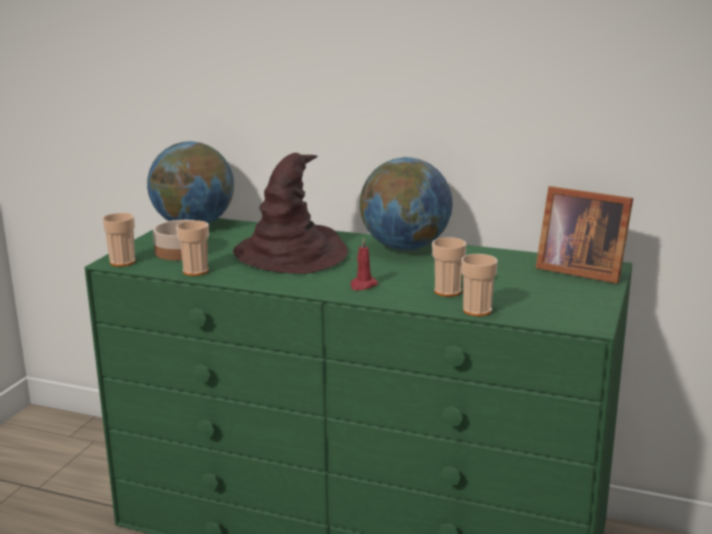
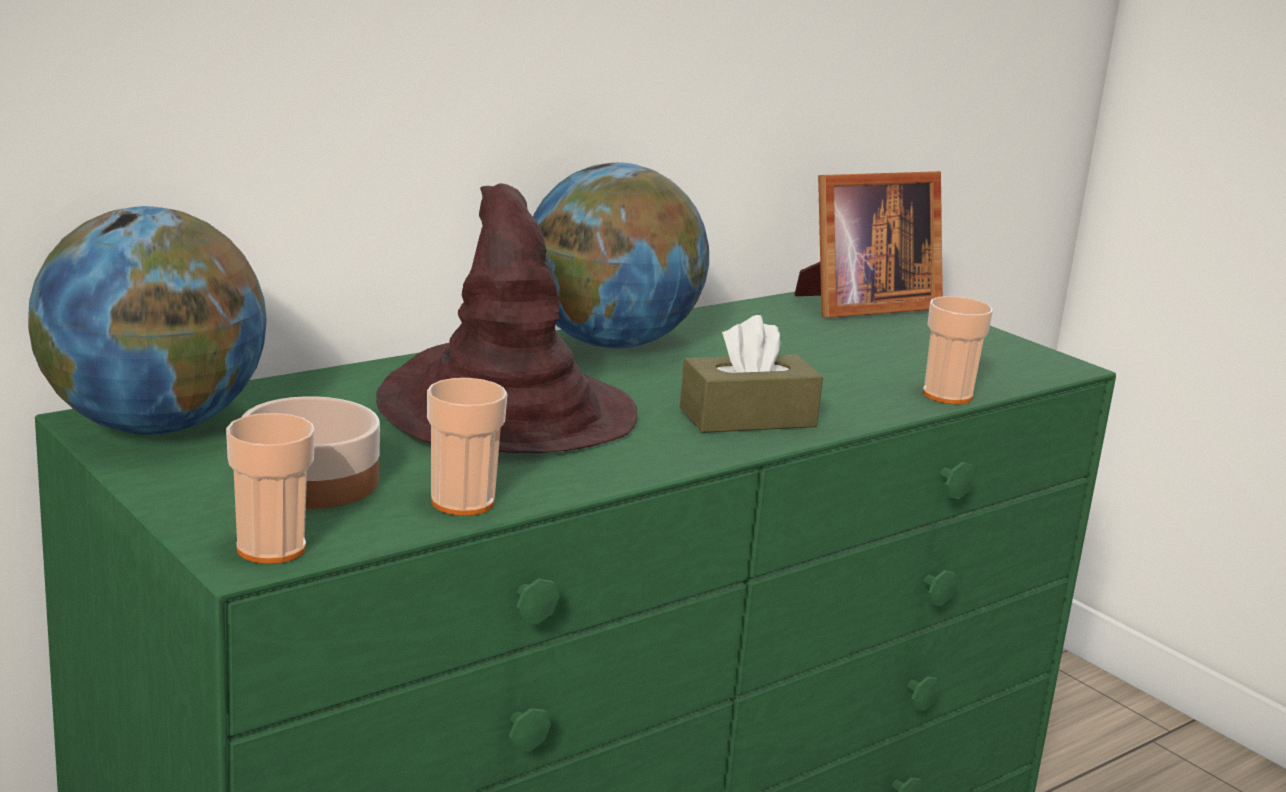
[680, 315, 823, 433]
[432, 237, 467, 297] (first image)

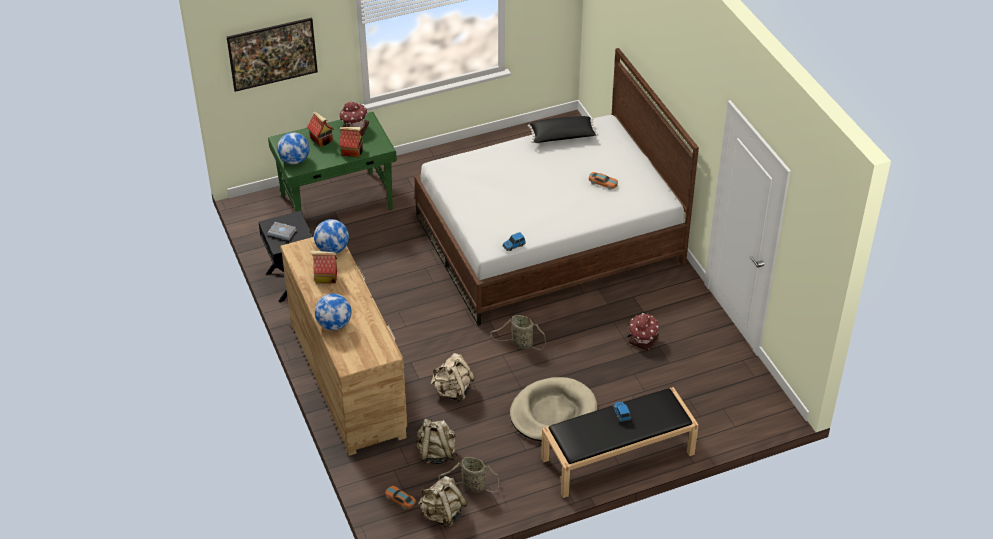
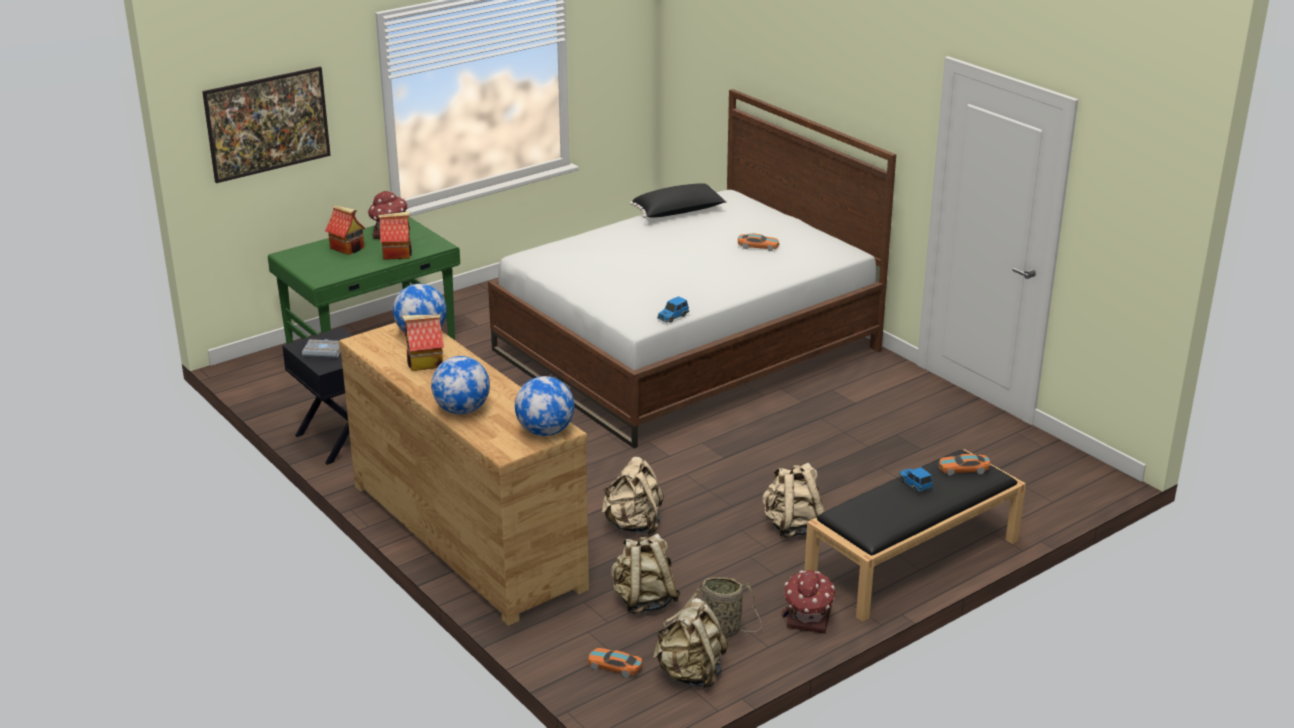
[515, 376, 574, 436]
[491, 315, 545, 350] (first image)
[762, 463, 825, 538]
[781, 570, 835, 633]
[939, 454, 990, 476]

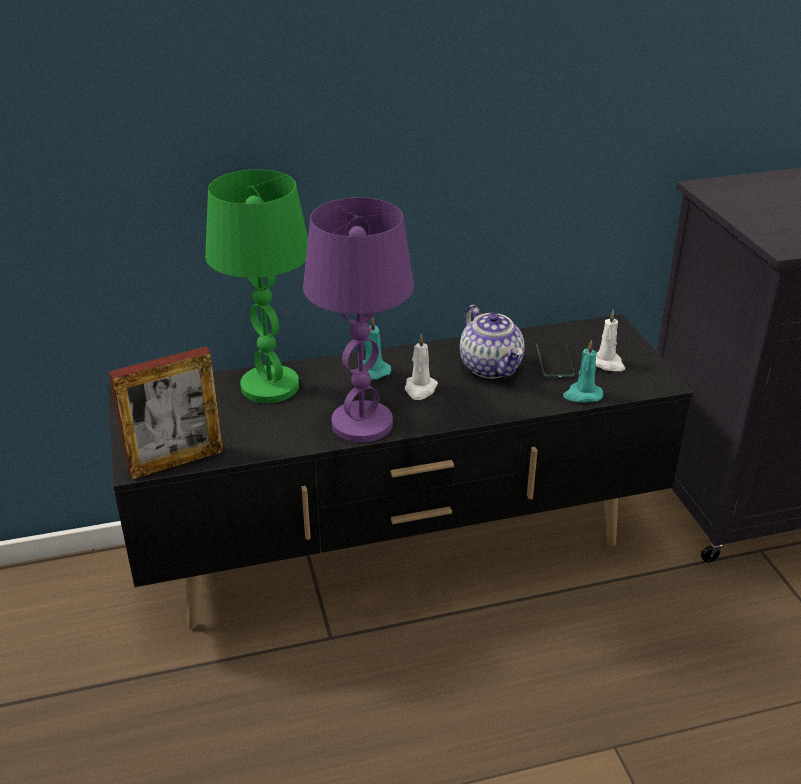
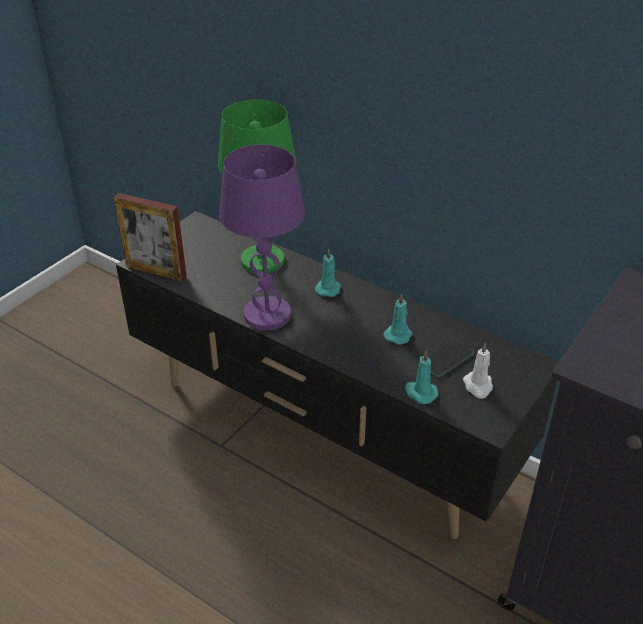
[405, 334, 438, 400] (first image)
[384, 294, 413, 345]

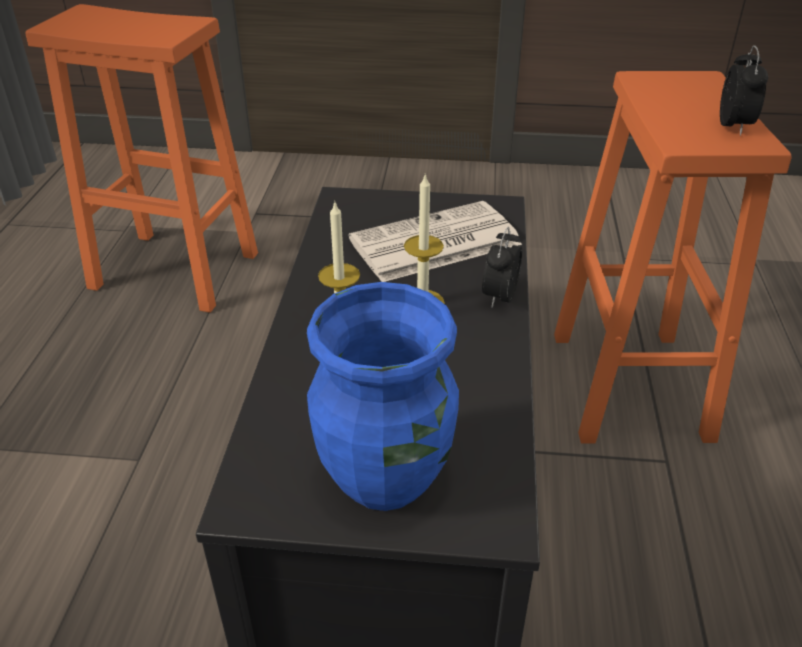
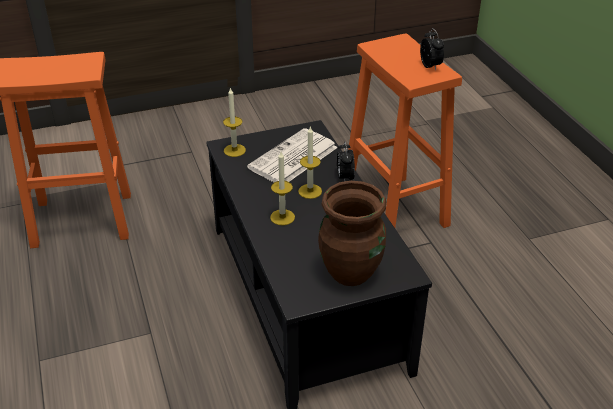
[318, 181, 386, 286]
[223, 87, 246, 157]

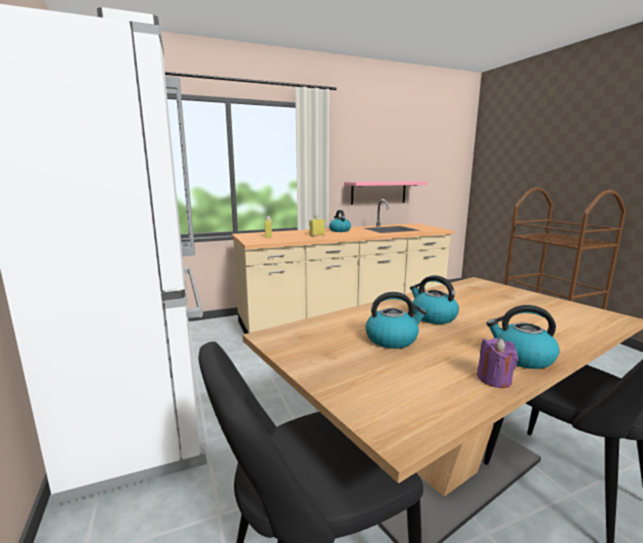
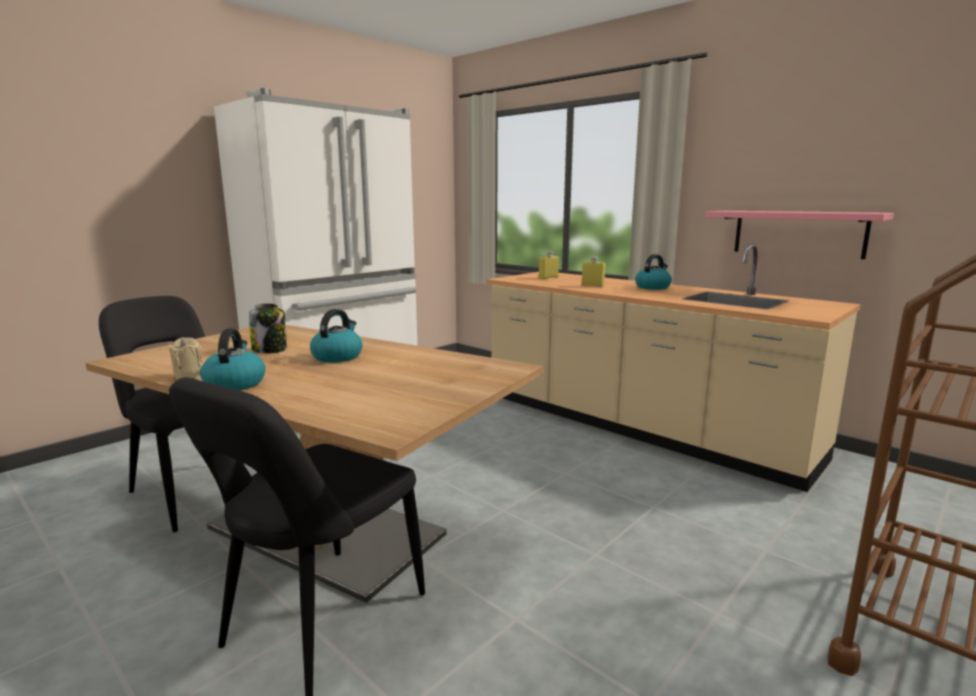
[249, 303, 287, 353]
[169, 337, 203, 380]

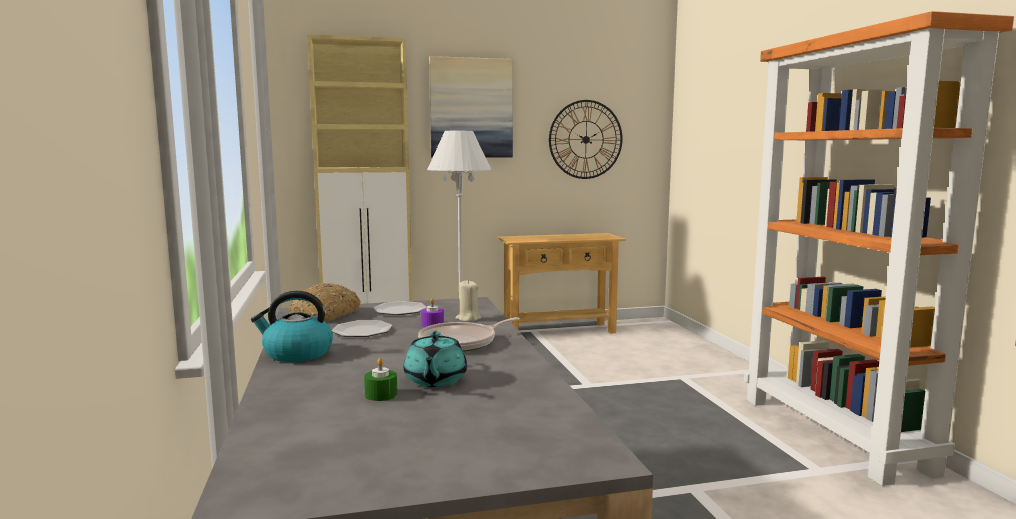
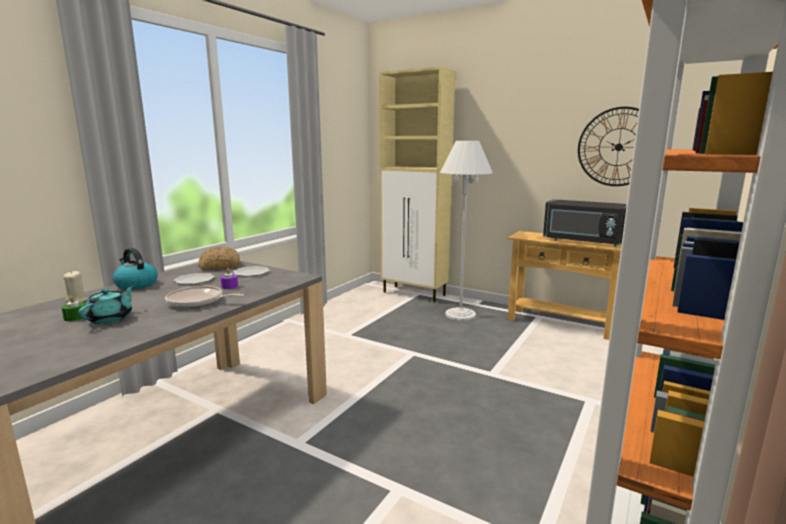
[78, 285, 134, 324]
[429, 56, 513, 158] (first image)
[64, 271, 87, 303]
[543, 199, 627, 247]

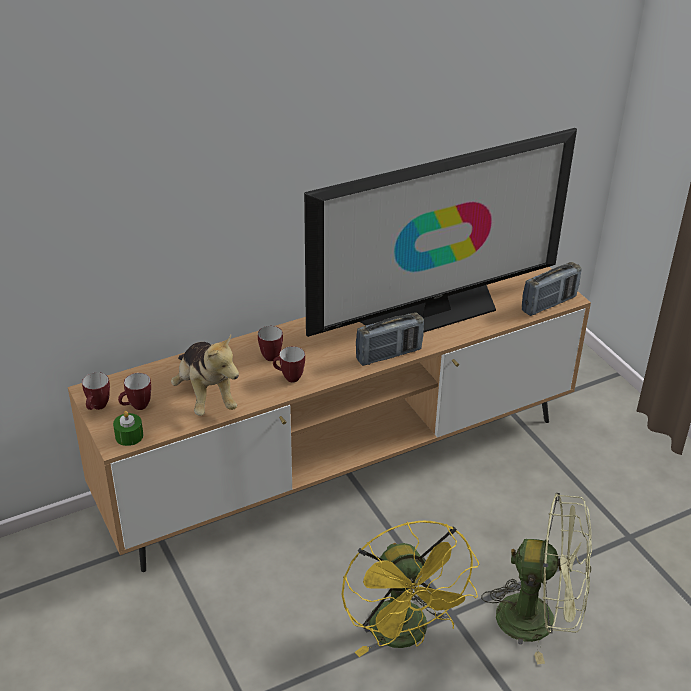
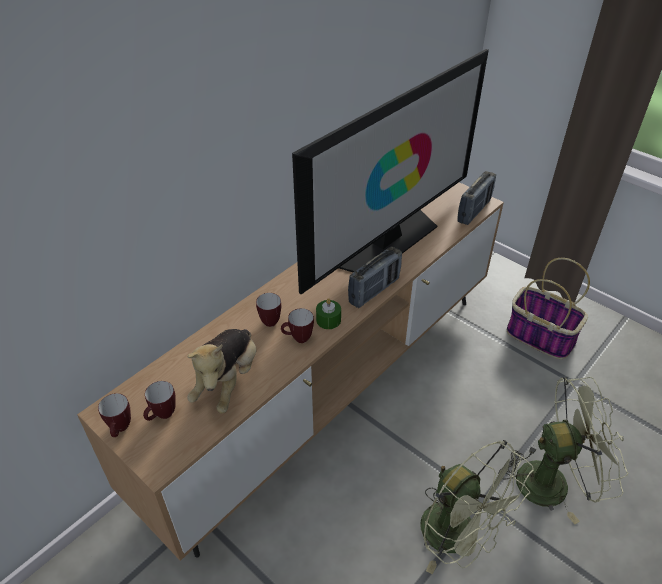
[316, 298, 341, 329]
[187, 329, 256, 413]
[420, 440, 534, 575]
[507, 258, 590, 359]

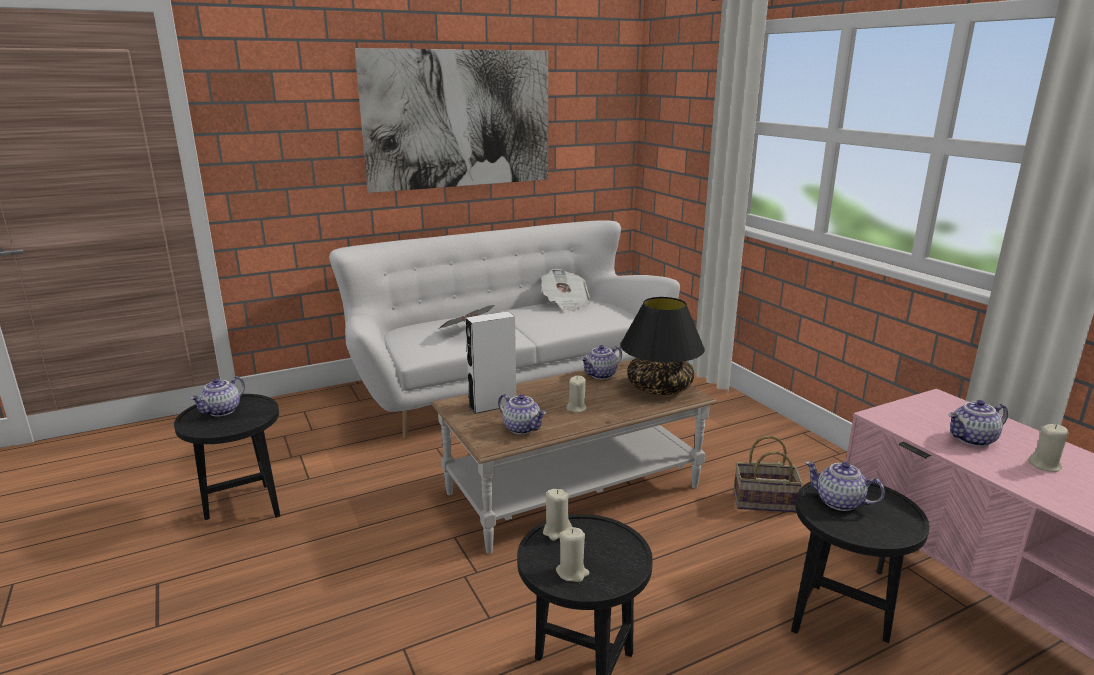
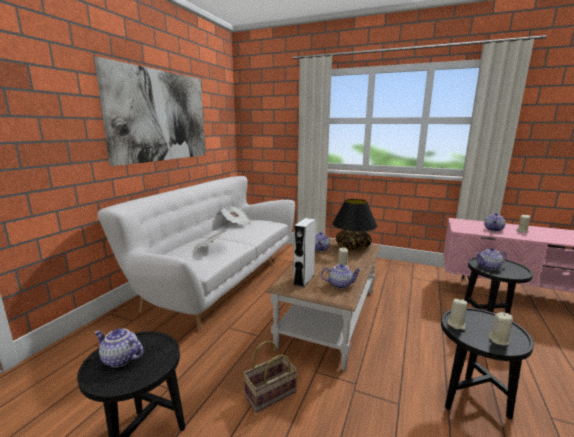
[94, 328, 143, 367]
[243, 341, 297, 413]

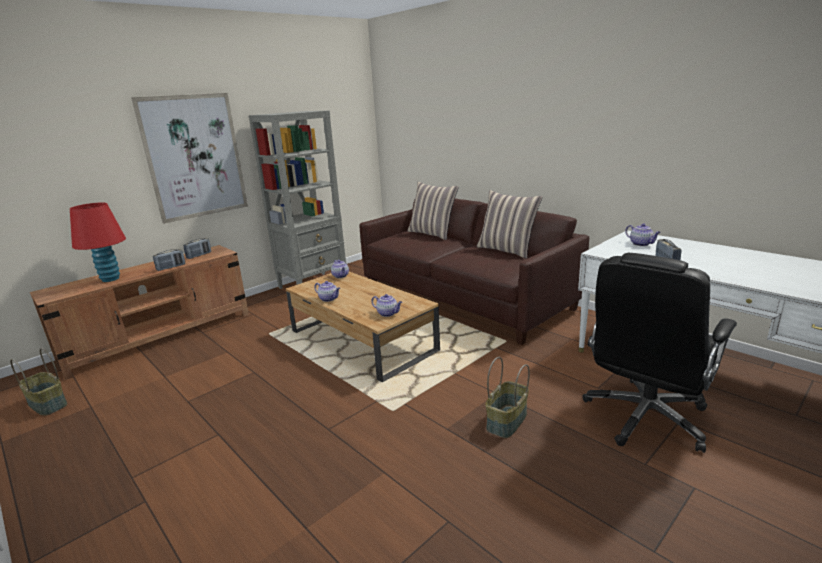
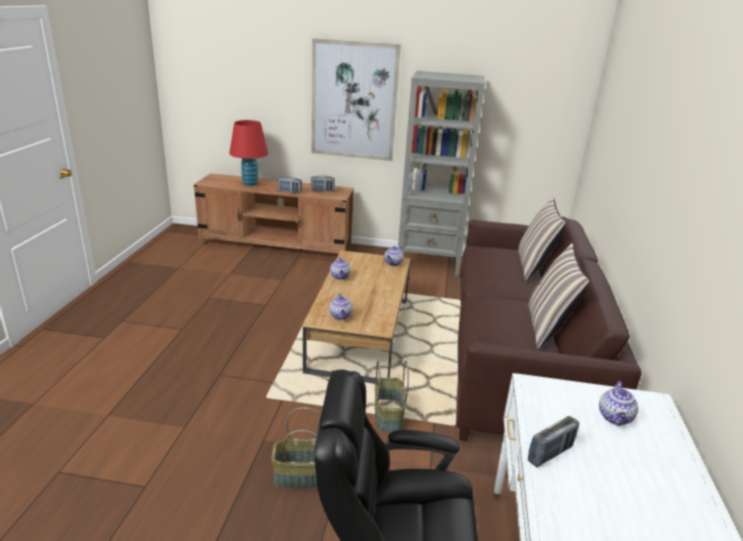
[375, 360, 409, 433]

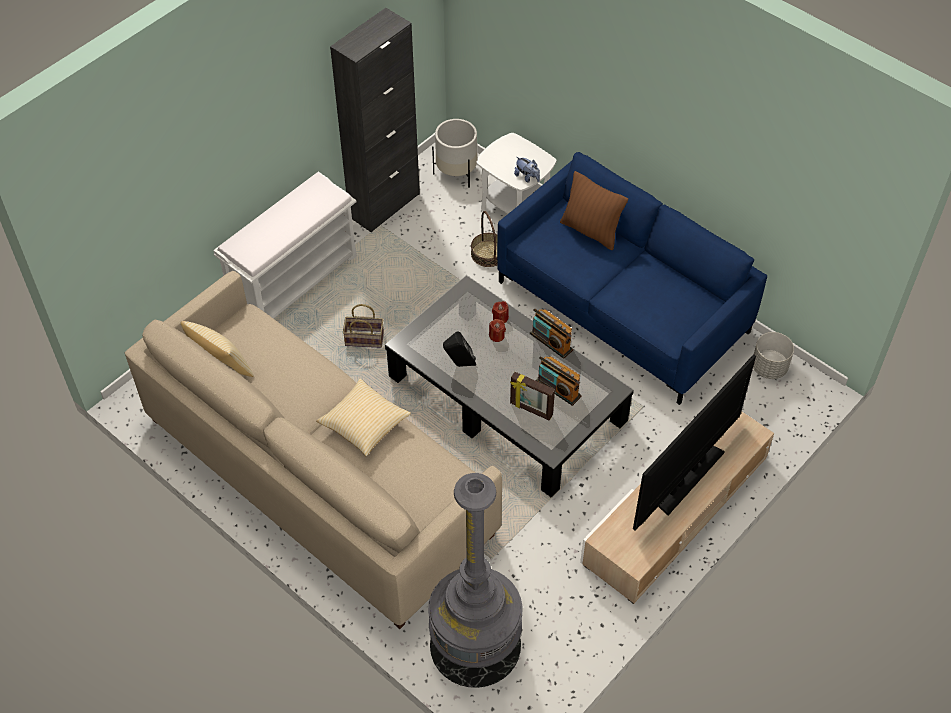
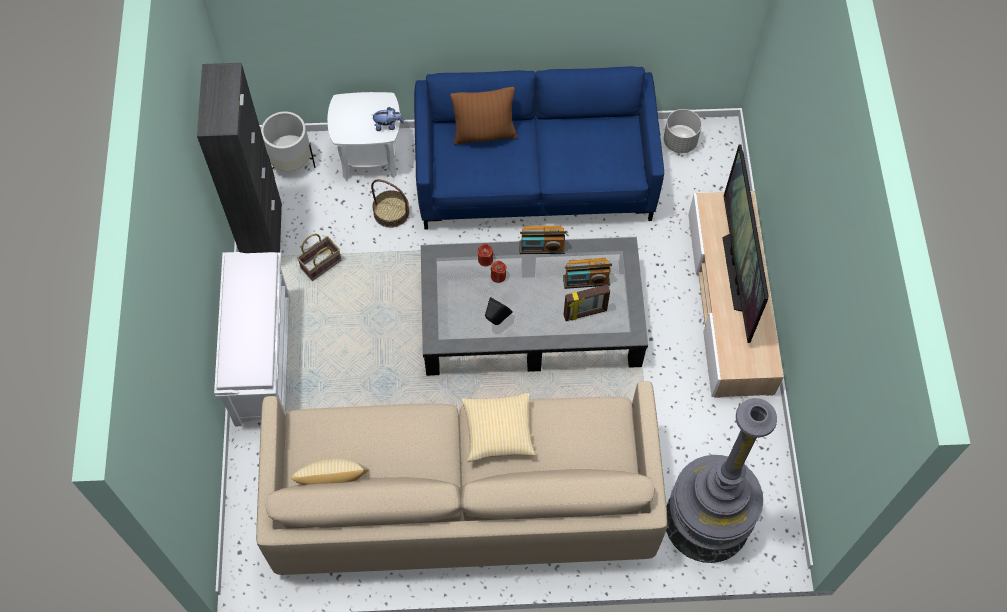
[297, 234, 341, 281]

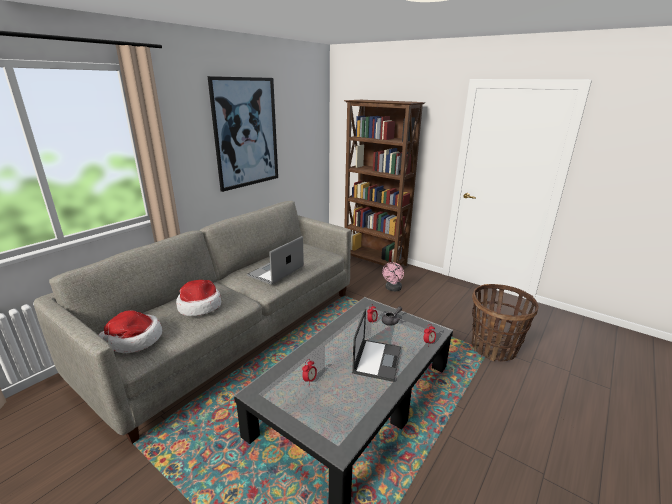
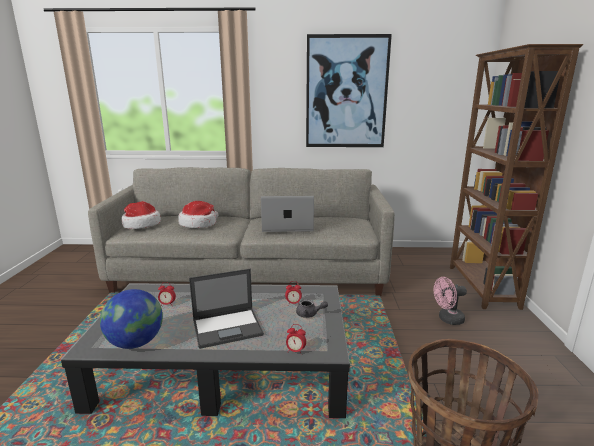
[100, 289, 163, 349]

